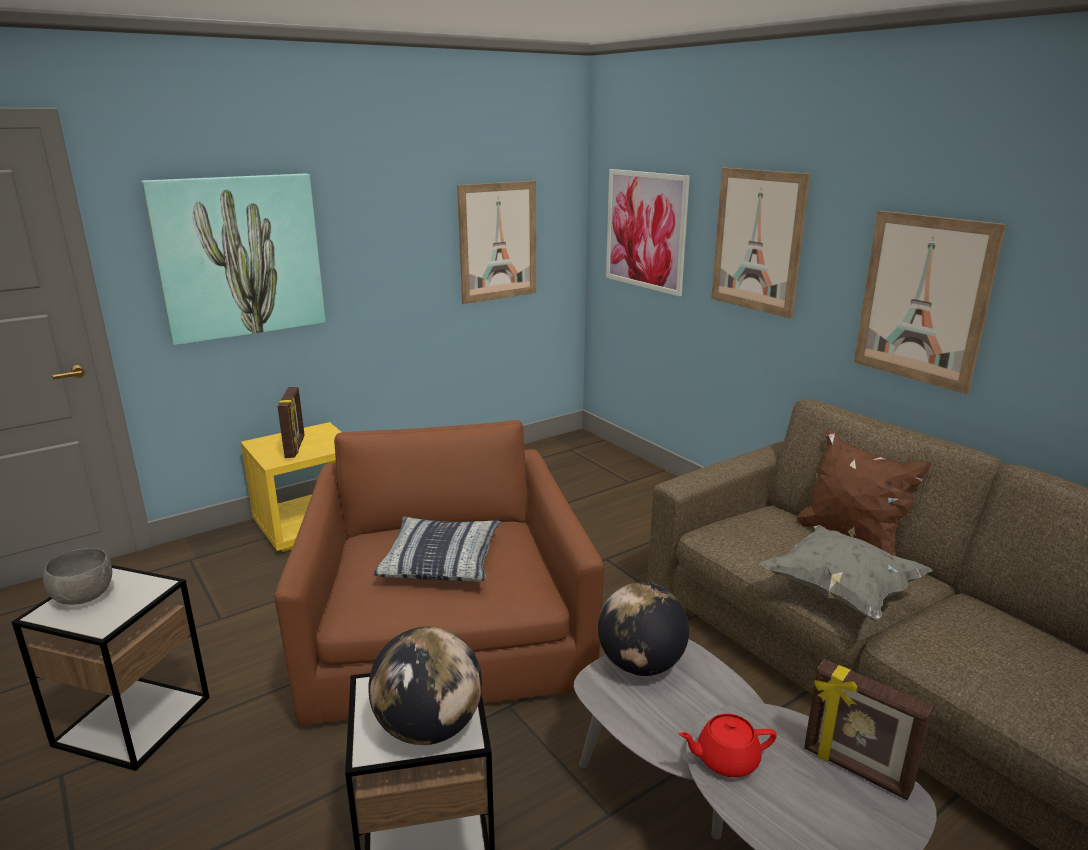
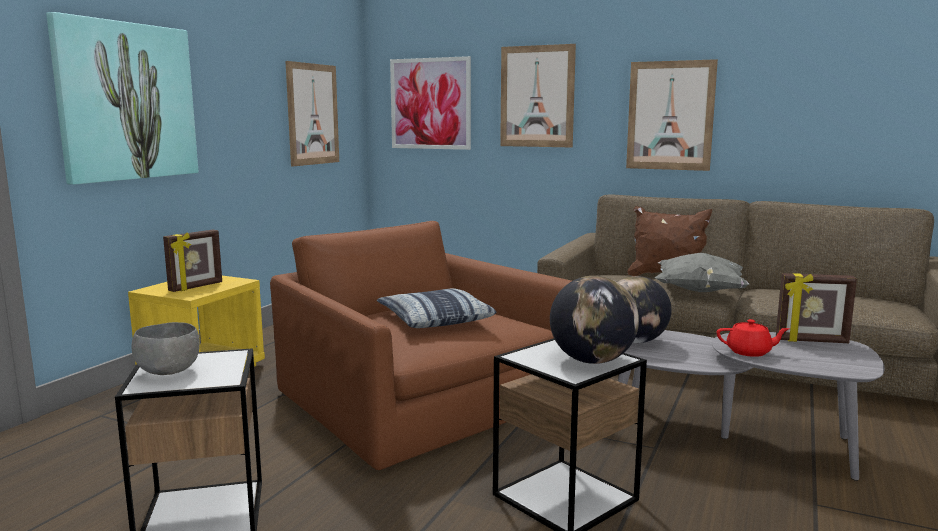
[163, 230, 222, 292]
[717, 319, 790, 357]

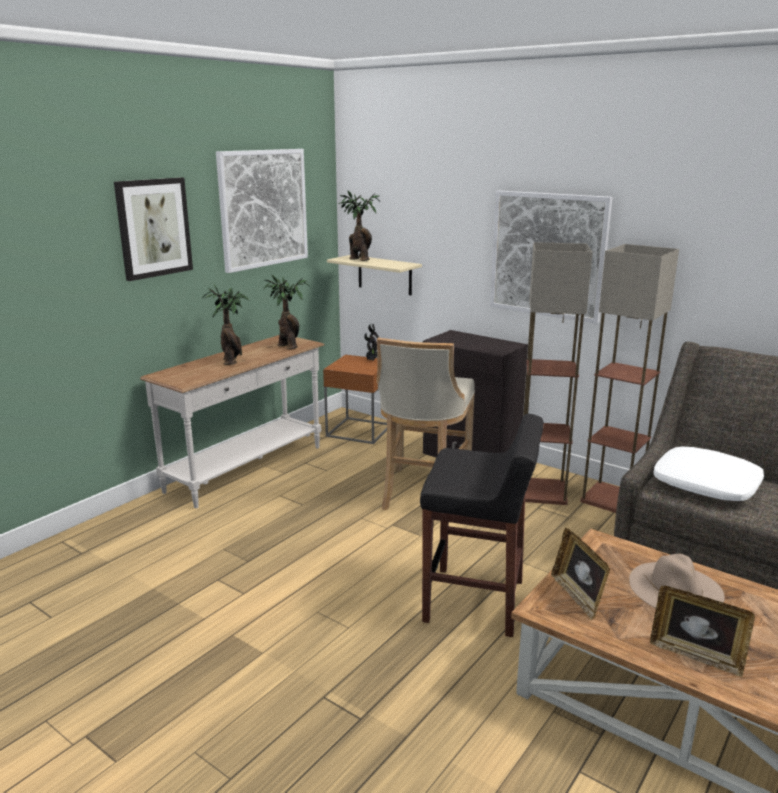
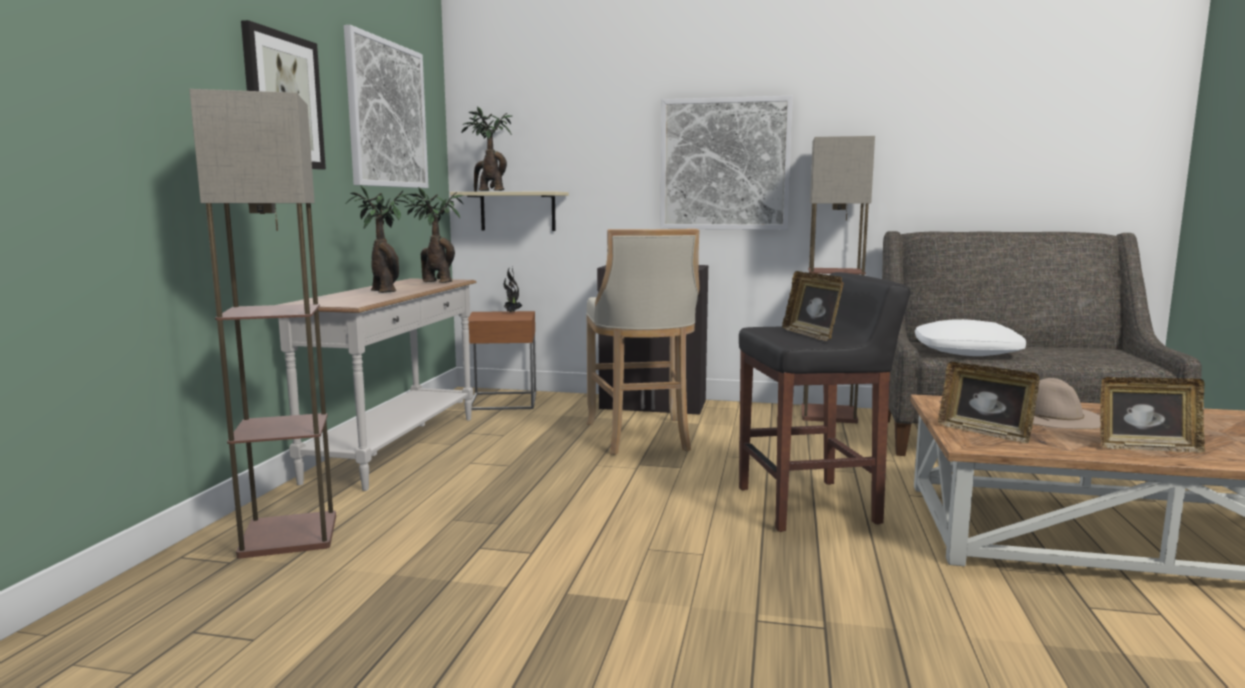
[189, 89, 336, 559]
[782, 271, 844, 341]

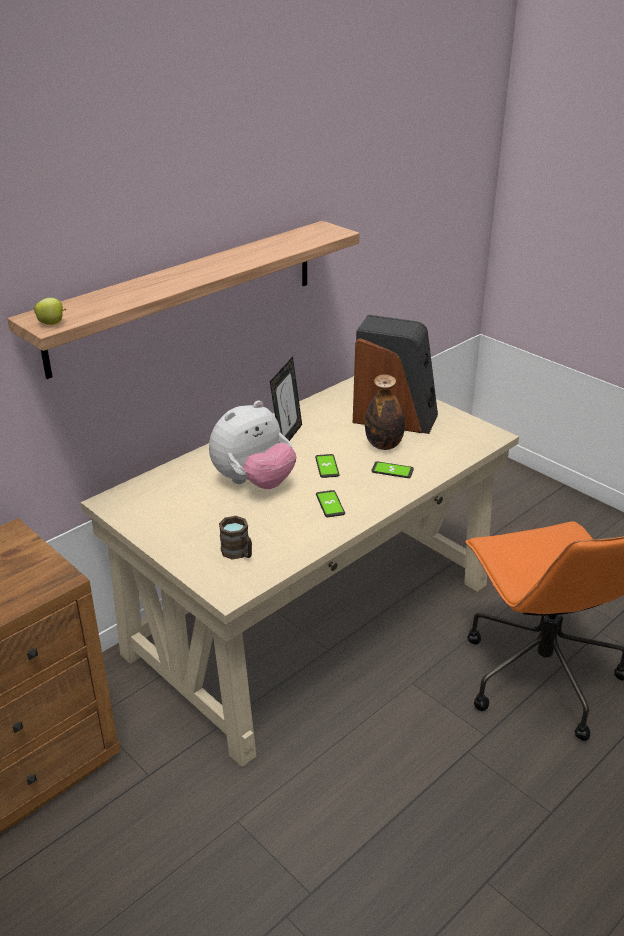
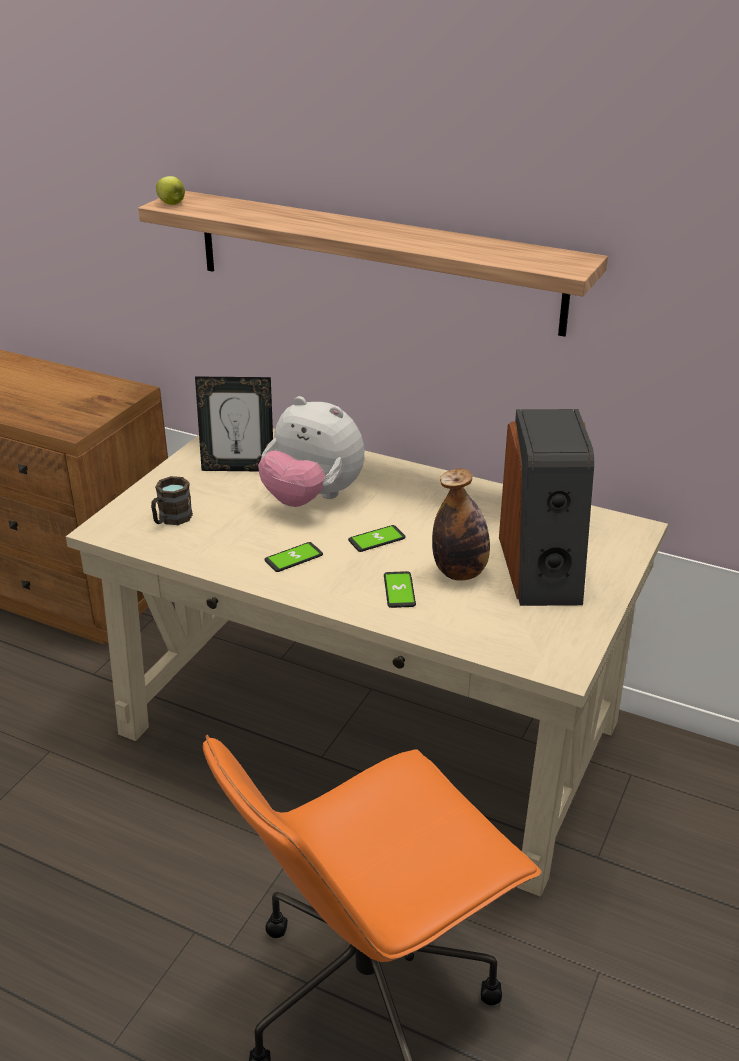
[195, 376, 273, 471]

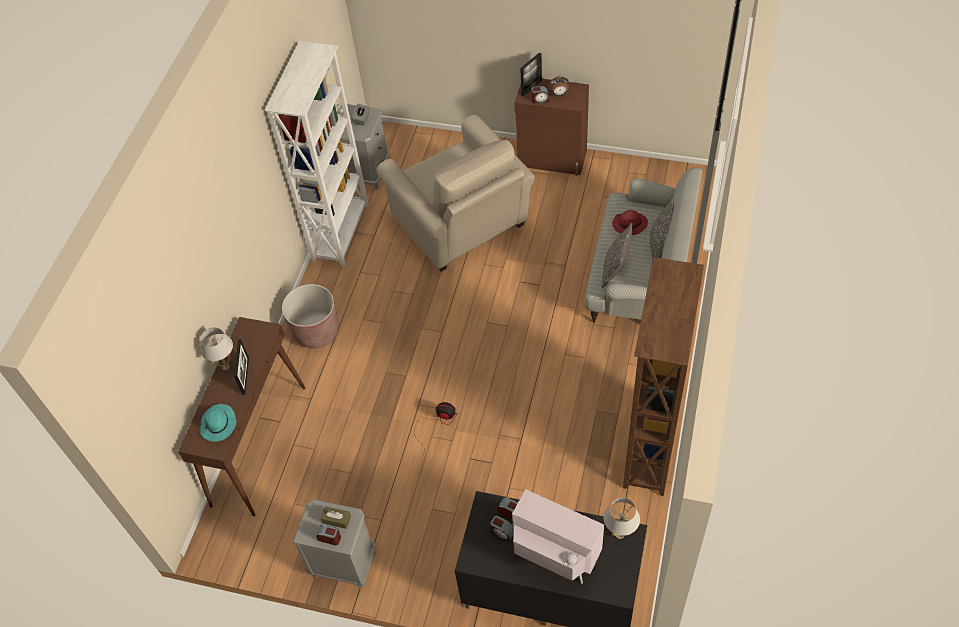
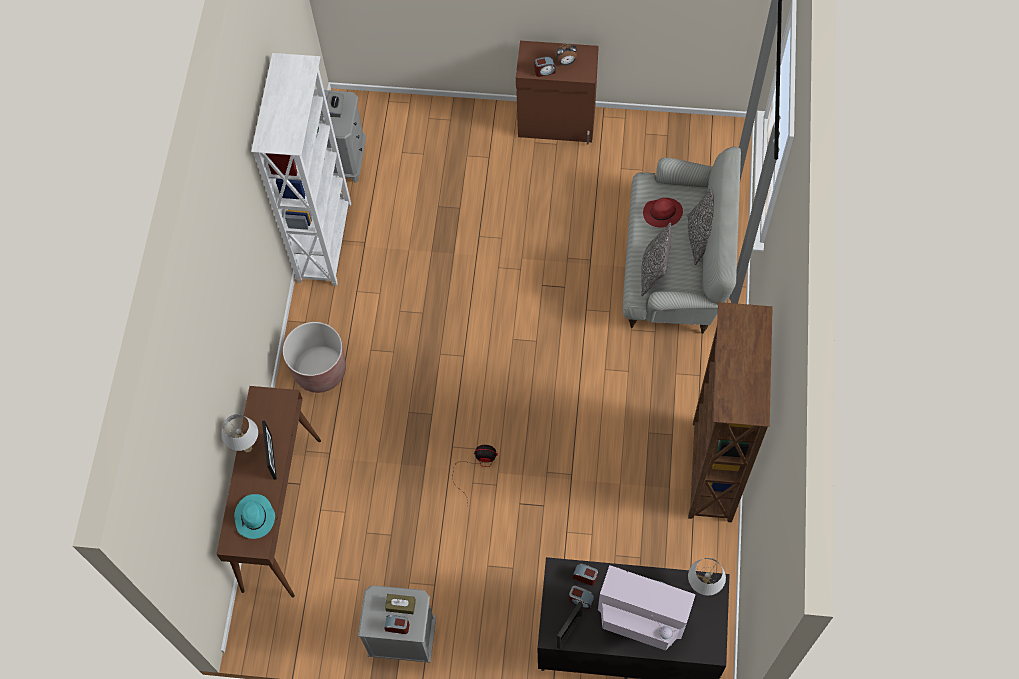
[376, 115, 535, 272] (first image)
[557, 601, 583, 649]

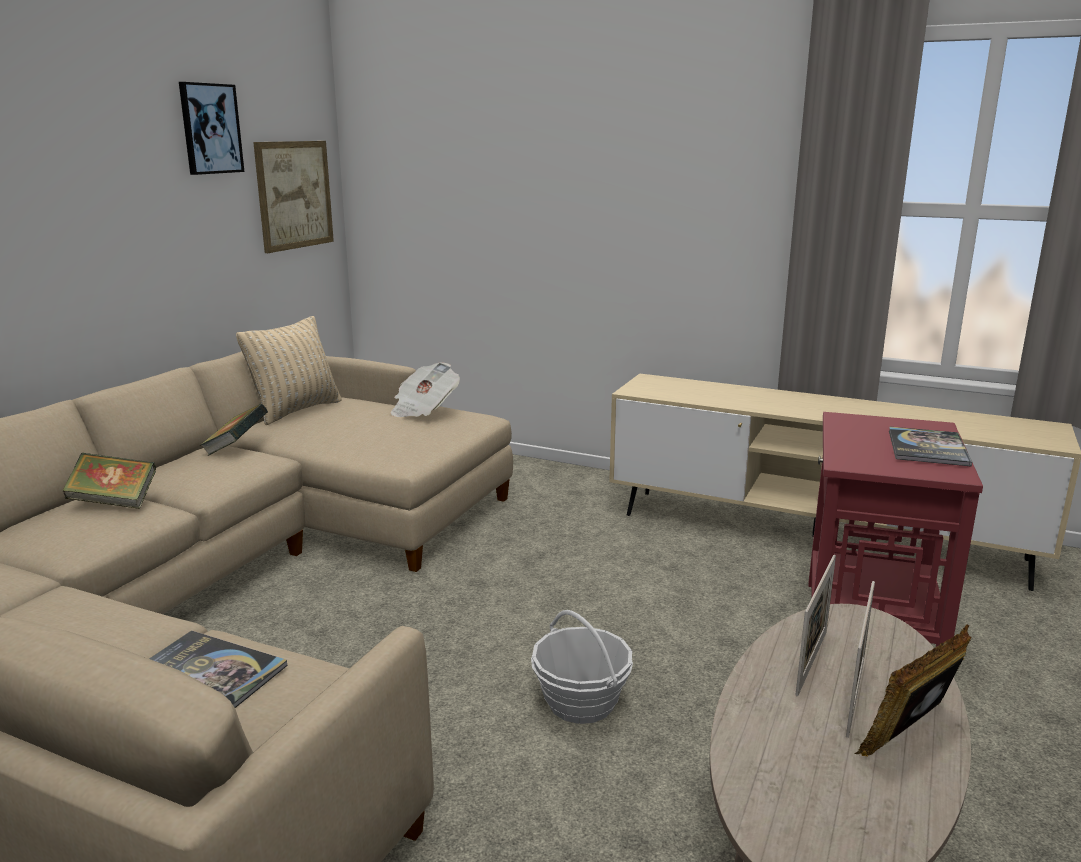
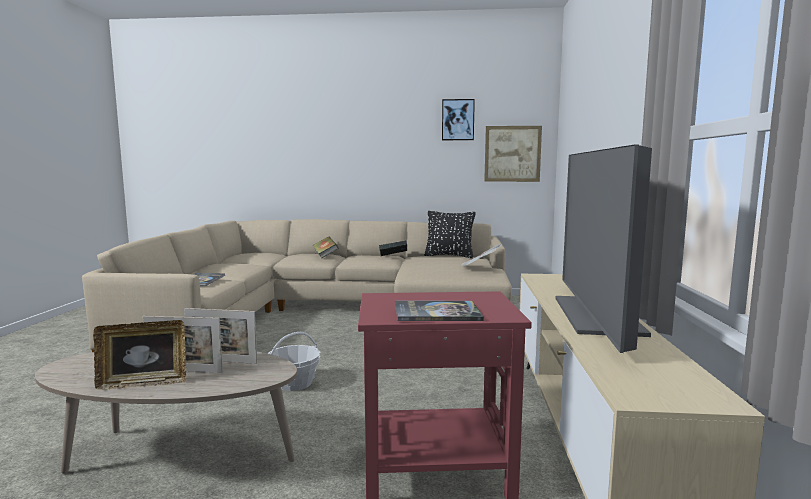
[424, 211, 475, 258]
[93, 320, 186, 390]
[555, 144, 652, 353]

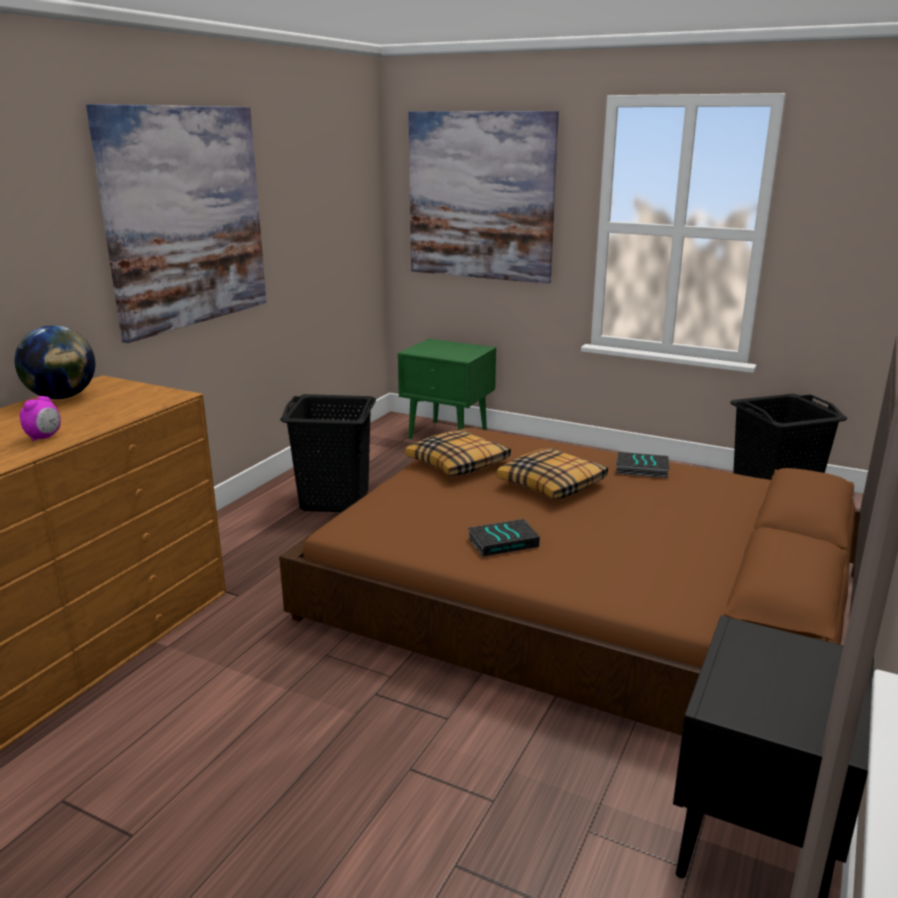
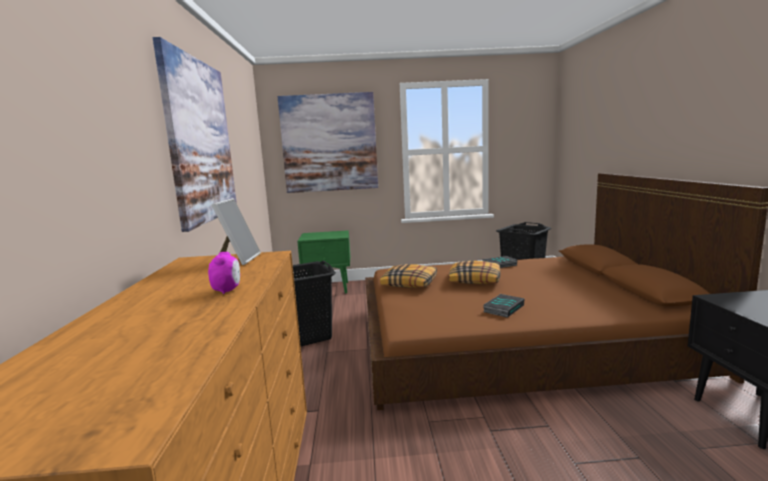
[15, 325, 95, 399] (first image)
[212, 198, 261, 265]

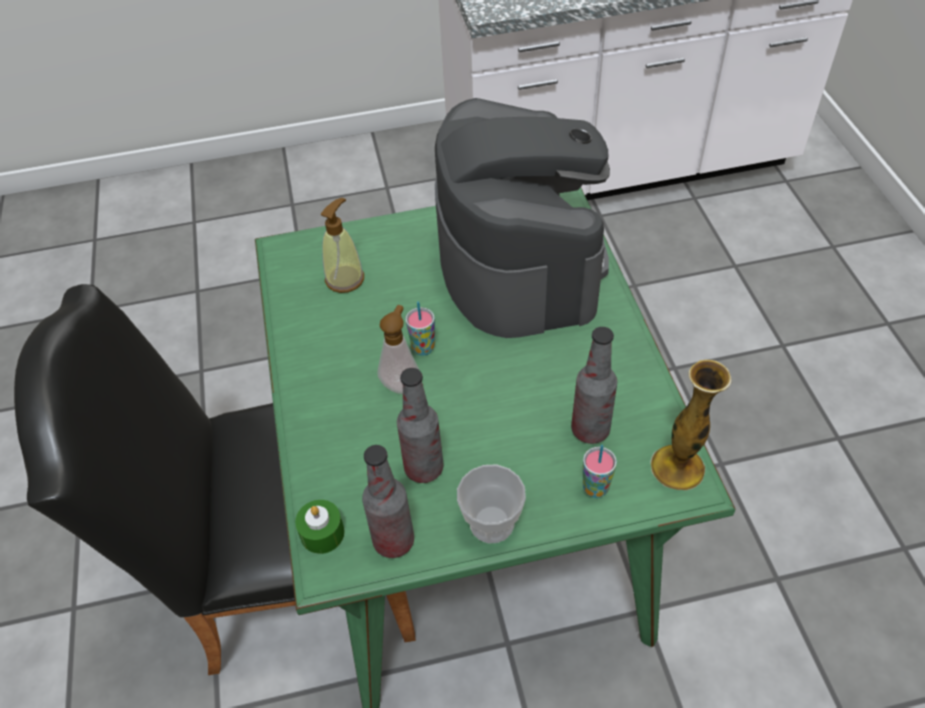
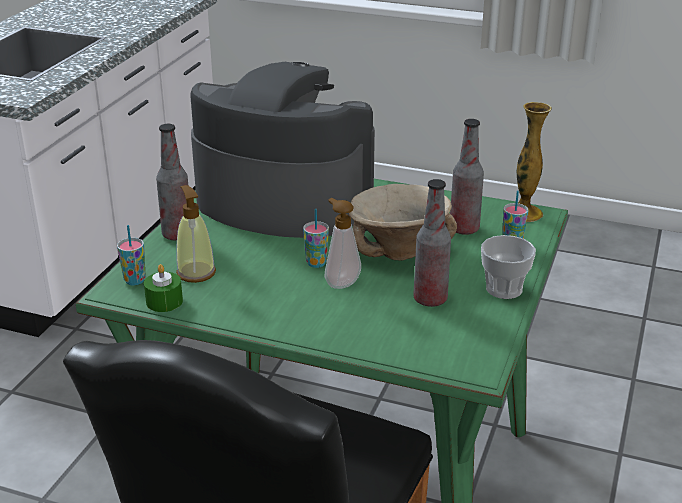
[144, 264, 183, 312]
[156, 124, 188, 240]
[117, 225, 146, 285]
[349, 184, 457, 261]

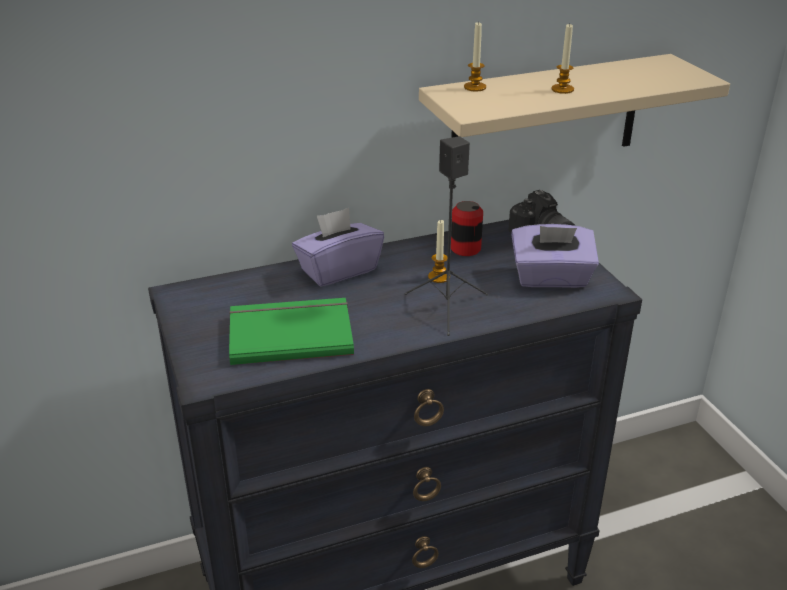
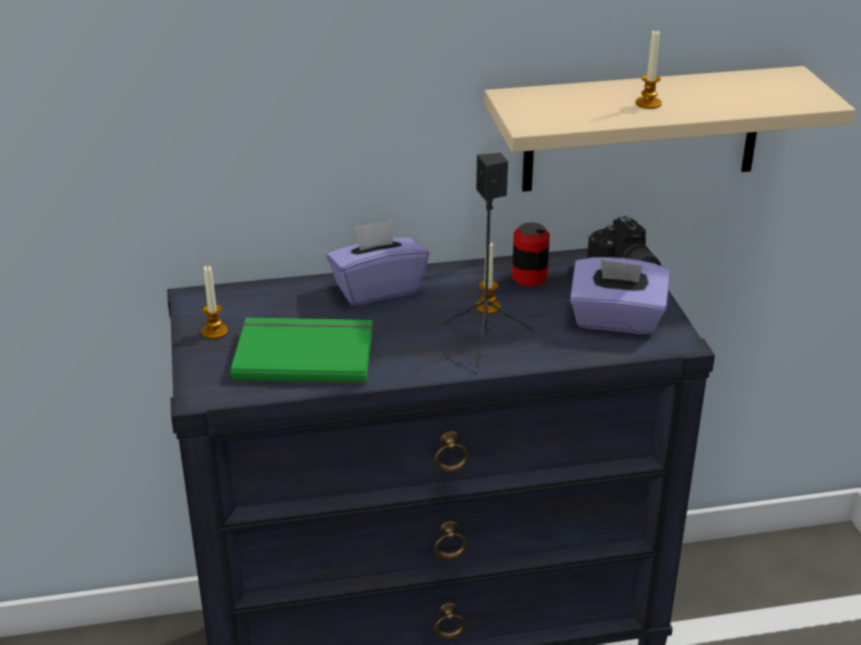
[201, 265, 228, 339]

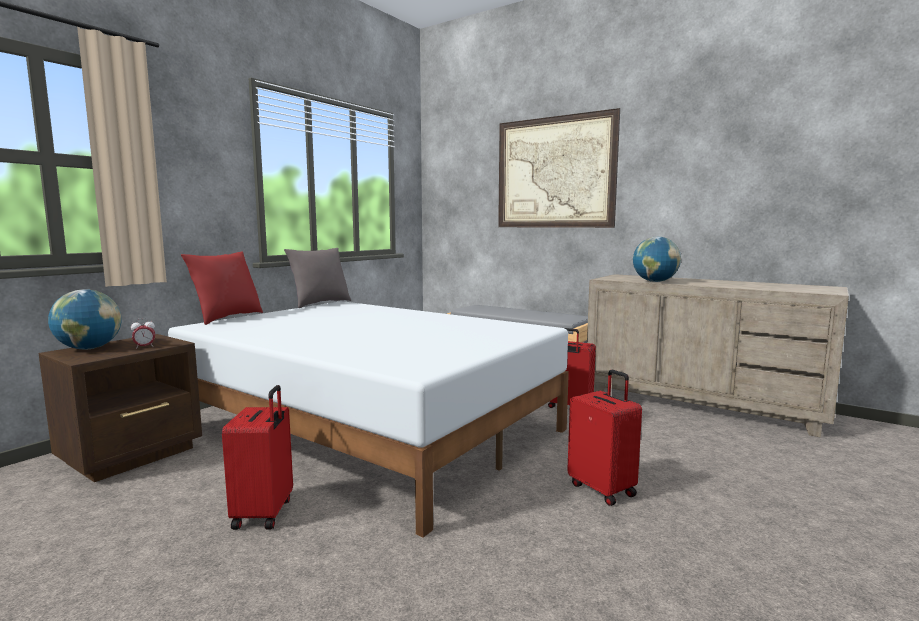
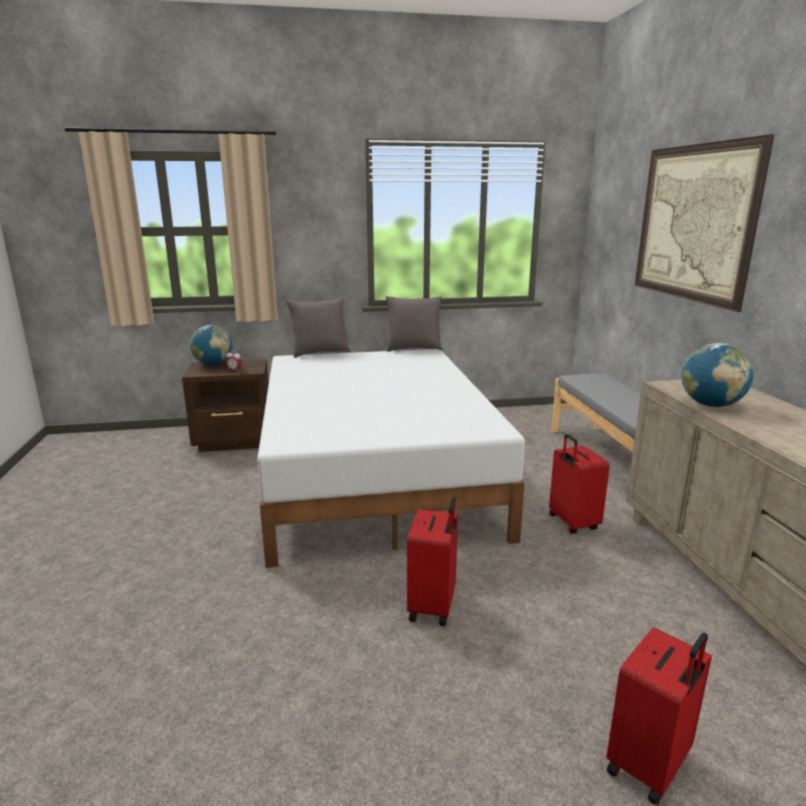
[286, 298, 350, 358]
[606, 627, 712, 806]

